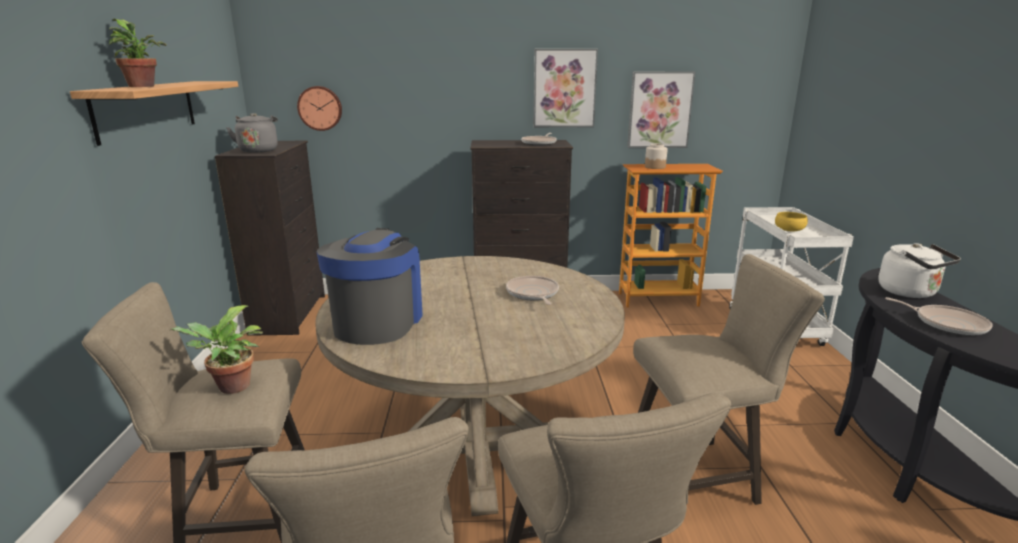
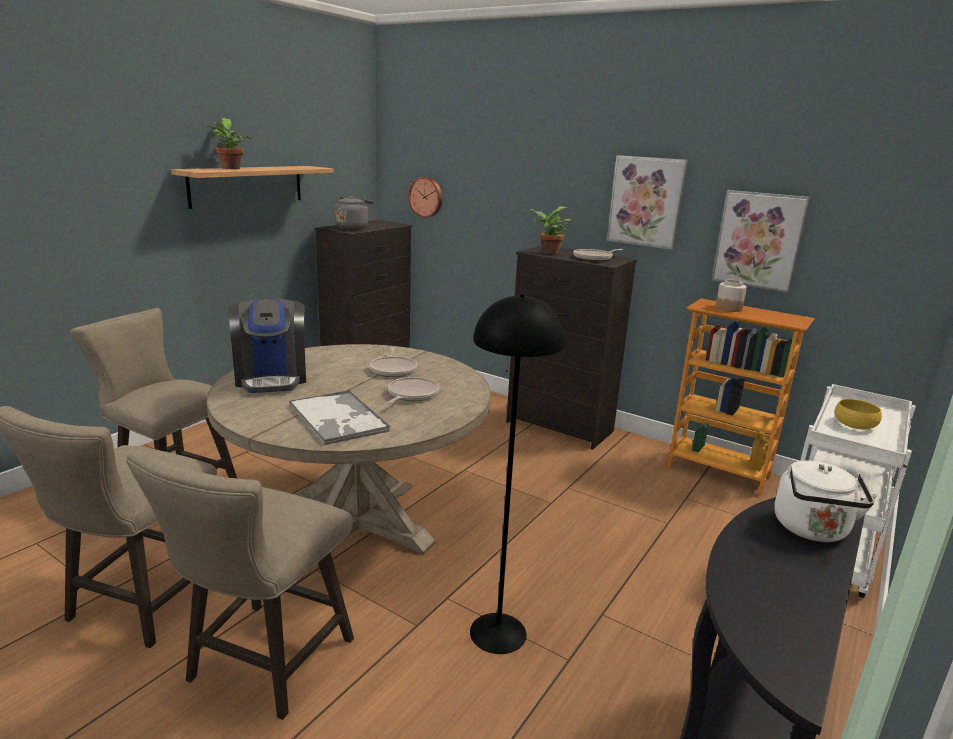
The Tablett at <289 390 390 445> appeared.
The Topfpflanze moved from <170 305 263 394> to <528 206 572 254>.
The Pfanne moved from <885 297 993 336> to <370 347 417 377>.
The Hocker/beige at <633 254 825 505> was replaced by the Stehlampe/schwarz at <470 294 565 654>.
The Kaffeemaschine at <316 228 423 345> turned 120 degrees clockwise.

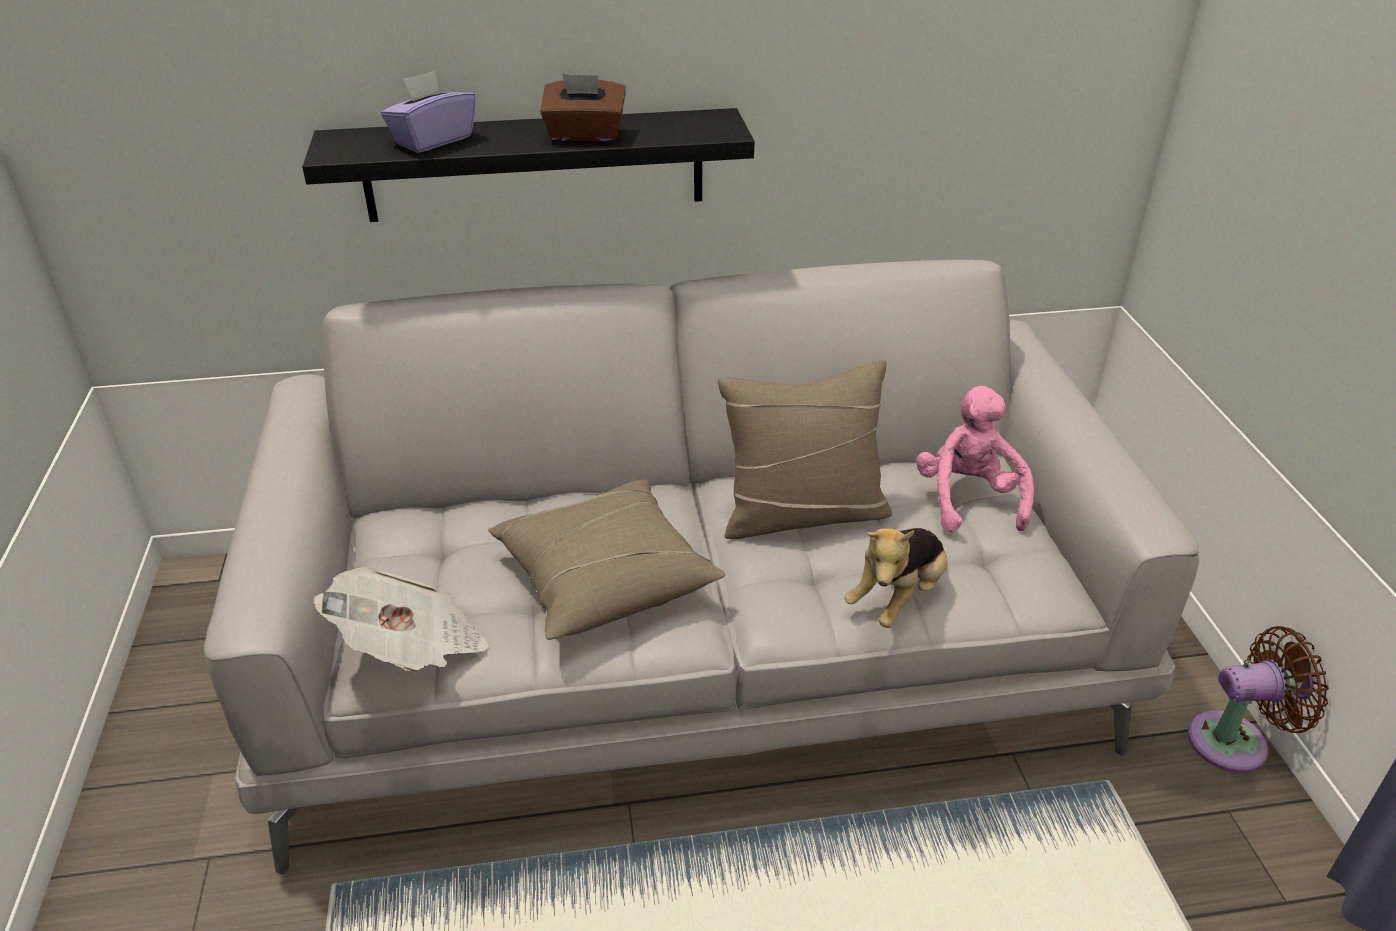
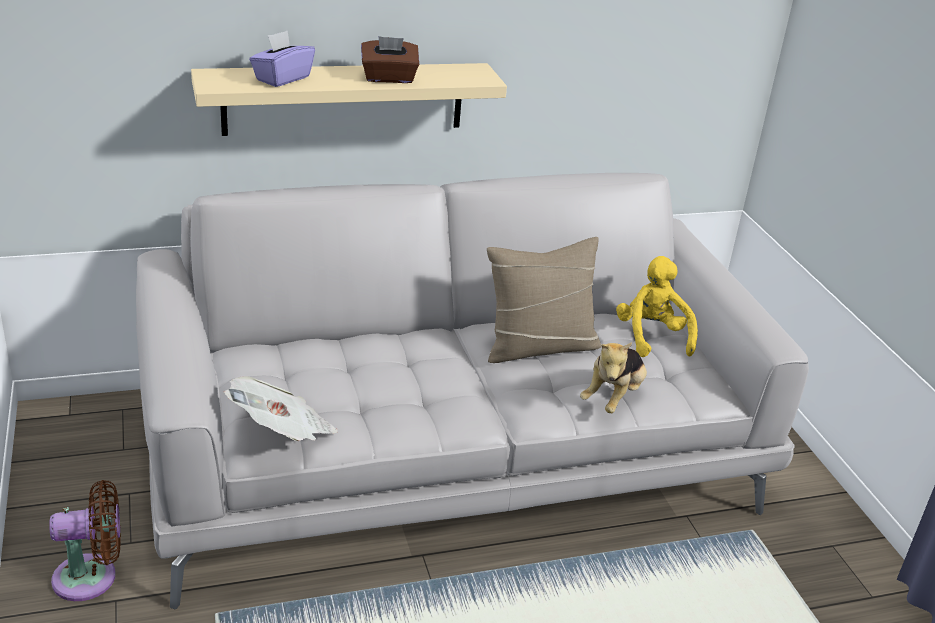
The Kissen/beige at <488 479 726 640> disappeared.
The Ventilator/braun moved from <1188 626 1329 773> to <49 480 121 601>.
The Wandregal/schwarz at <302 108 755 222> became the Wandregal/beige at <191 63 507 136>.
The Plüschtier/rosa at <916 386 1034 533> became the Plüschtier/gelb at <616 256 698 357>.

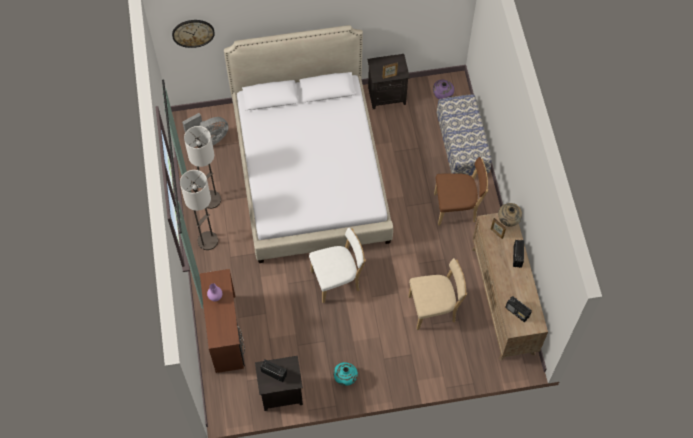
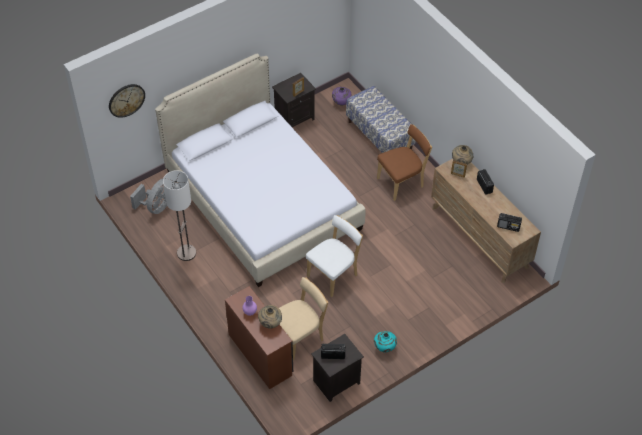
The Stehlampe at <180 170 218 250> disappeared.
The Vase/beige at <258 305 282 329> appeared.
The Stuhl/beige moved from <408 258 467 330> to <279 277 328 360>.

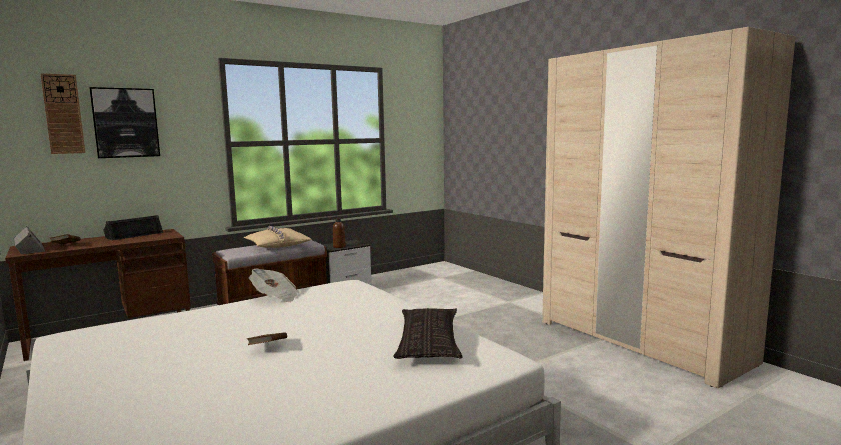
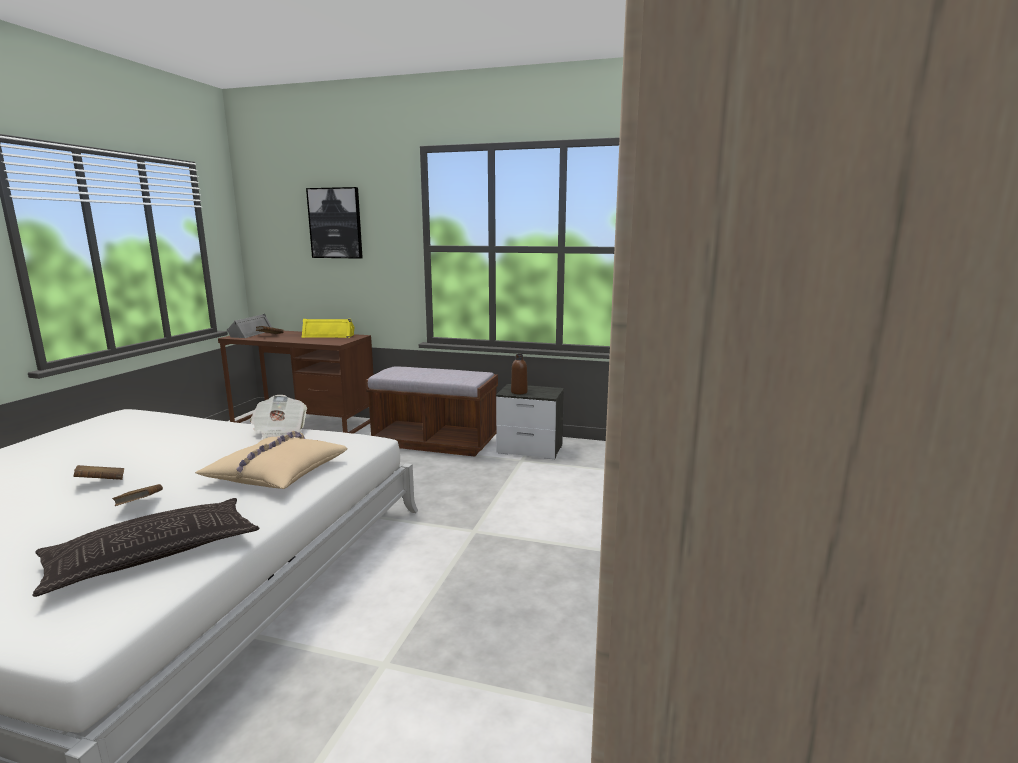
The Wanduhr at <40 73 85 154> disappeared.
The Buch/braun at <112 484 163 506> appeared.
The Kissen/beige moved from <243 226 312 248> to <195 431 348 489>.
The Lautsprecher/schwarz at <103 215 164 241> became the Lautsprecher/gelb at <301 319 355 338>.

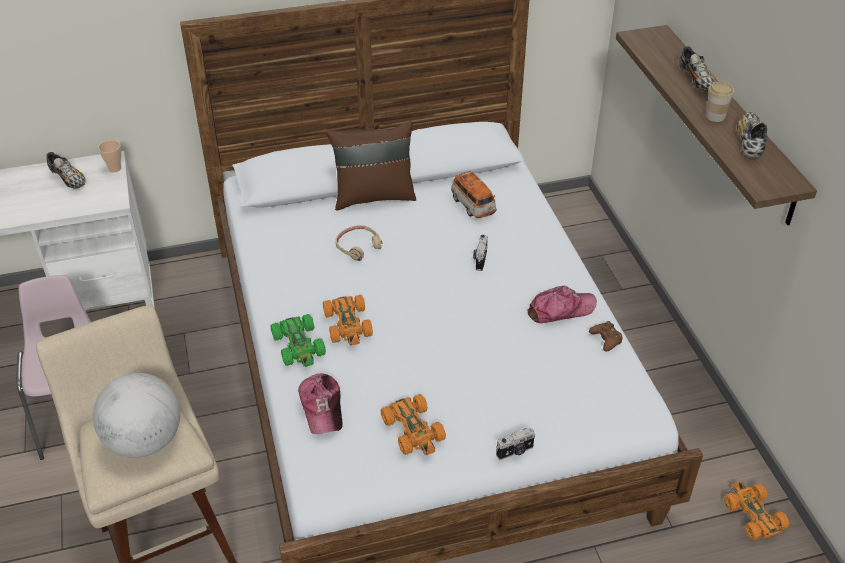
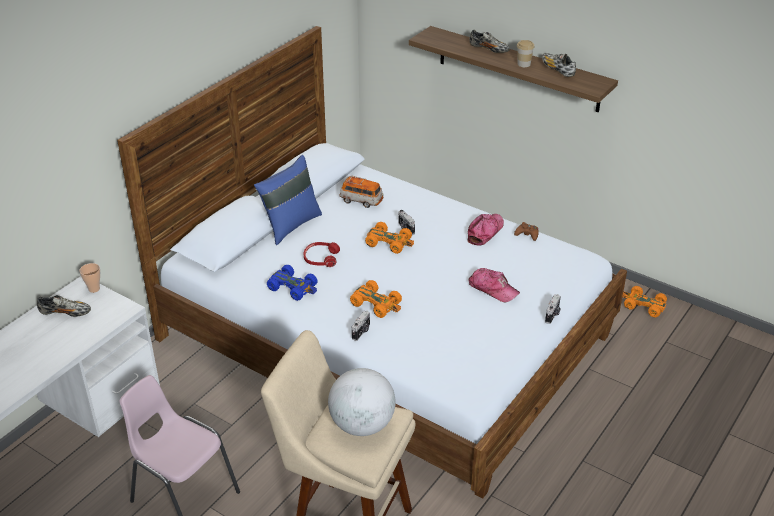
The Spielzeugauto/blau at <267 265 317 301> appeared.
The Kappe moved from <298 373 343 434> to <469 268 520 303>.
The Spielzeugauto/orange moved from <381 394 446 455> to <365 222 414 254>.
The Spielzeugauto/grün at <270 314 326 367> was replaced by the Kamera at <352 310 370 341>.
The Kissen/braun at <326 121 416 211> became the Kissen/blau at <254 155 322 245>.
The Kopfhörer/beige at <335 225 383 261> became the Kopfhörer/rot at <304 242 340 267>.

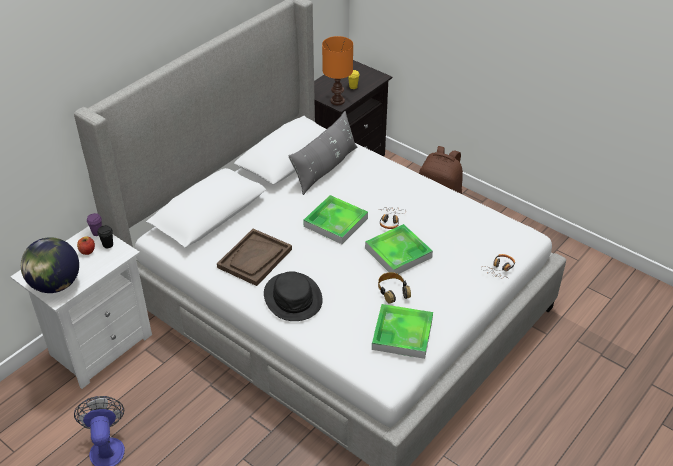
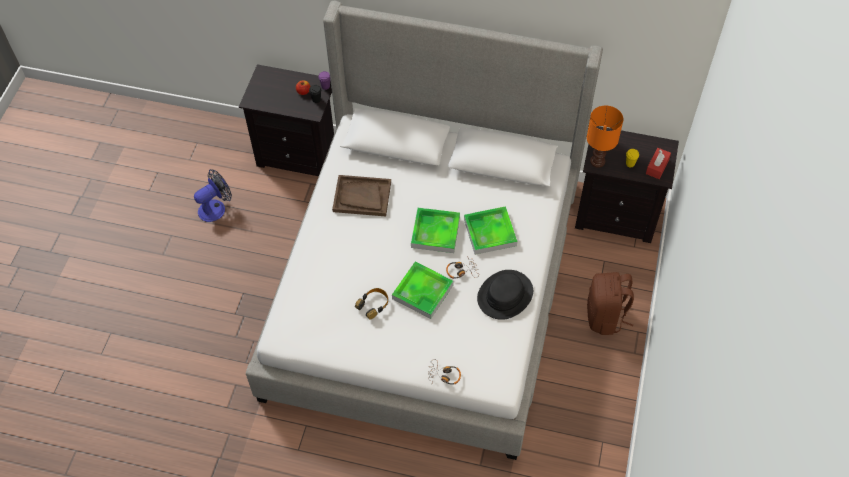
The Globus at <21 237 79 293> disappeared.
The Kissen/grau at <288 111 357 195> disappeared.
The Taschentuchbox/rot at <646 148 671 179> appeared.
The Hut/schwarz moved from <264 271 323 321> to <477 270 533 320>.
The Tablett moved from <372 304 433 359> to <464 206 517 255>.
The Nachttisch/weiß at <10 226 152 389> became the Nachttisch/schwarz at <239 64 334 176>.

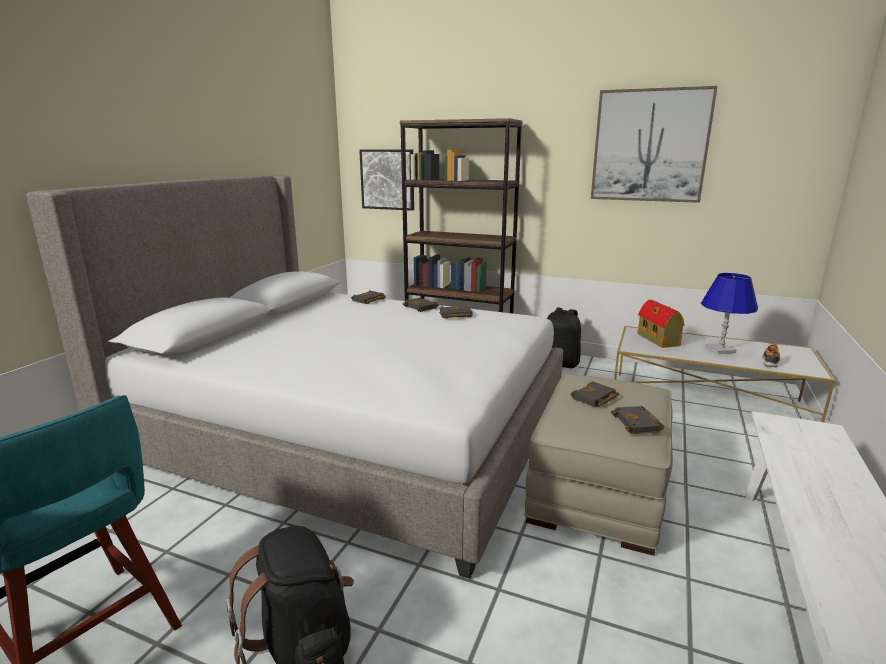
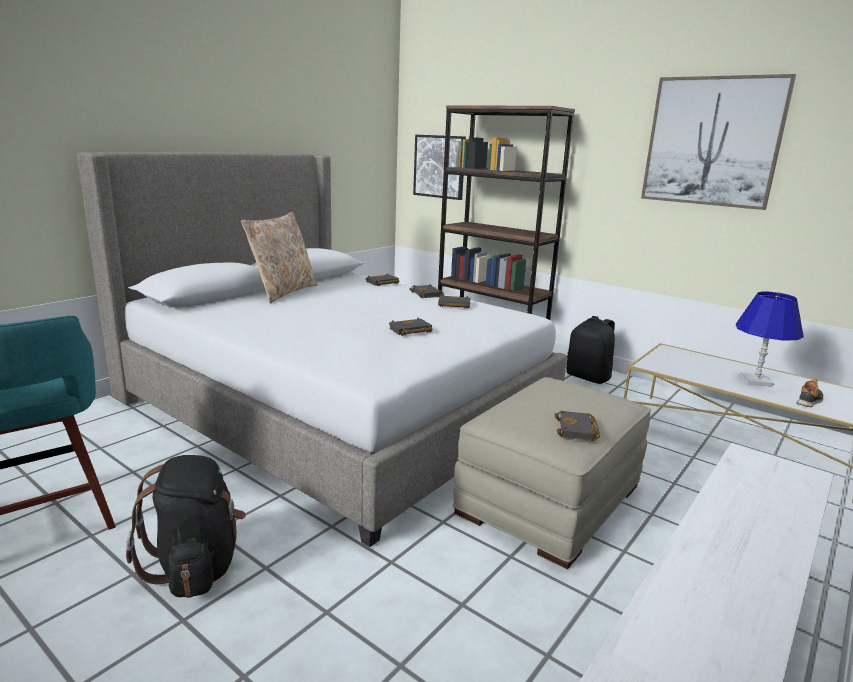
The Spielzeughaus at <637 300 685 348> disappeared.
The Kissen/beige at <241 212 318 303> appeared.
The Buch/schwarz moved from <570 381 619 407> to <389 317 433 336>.

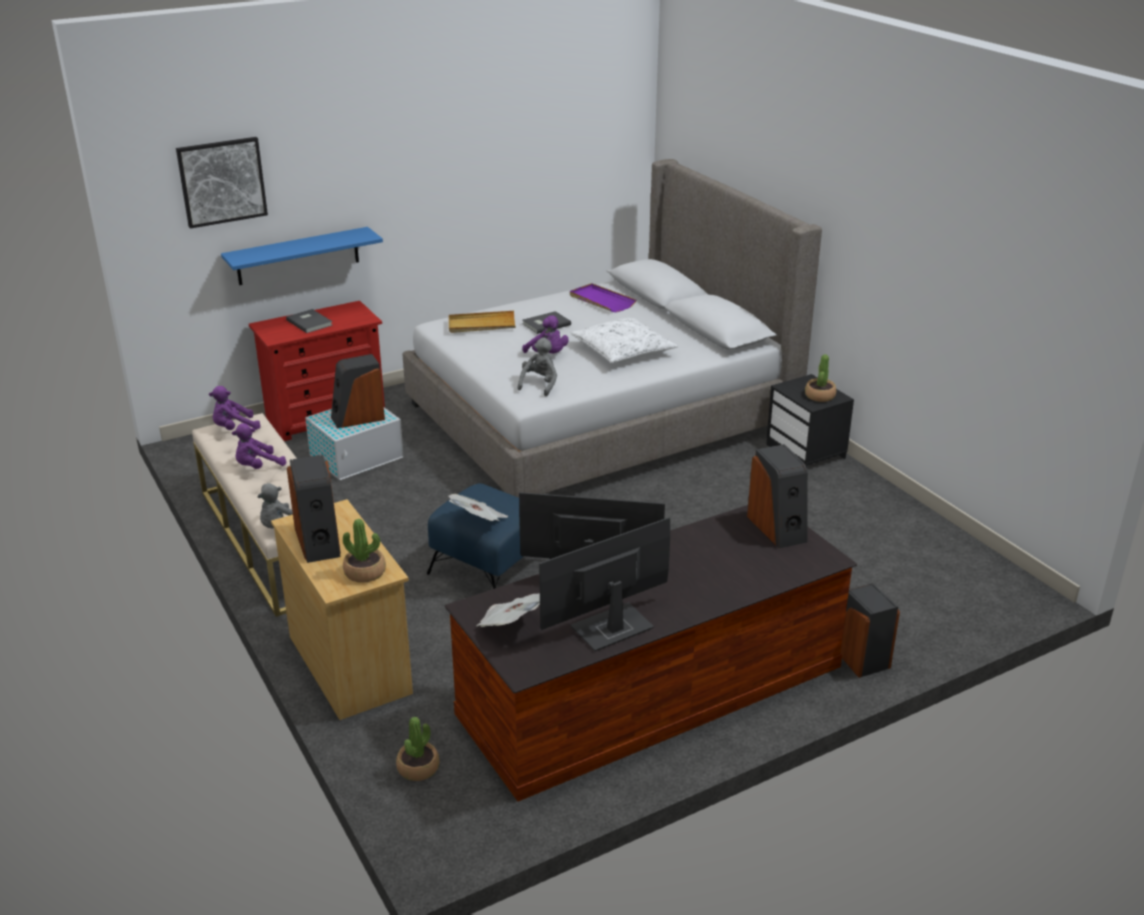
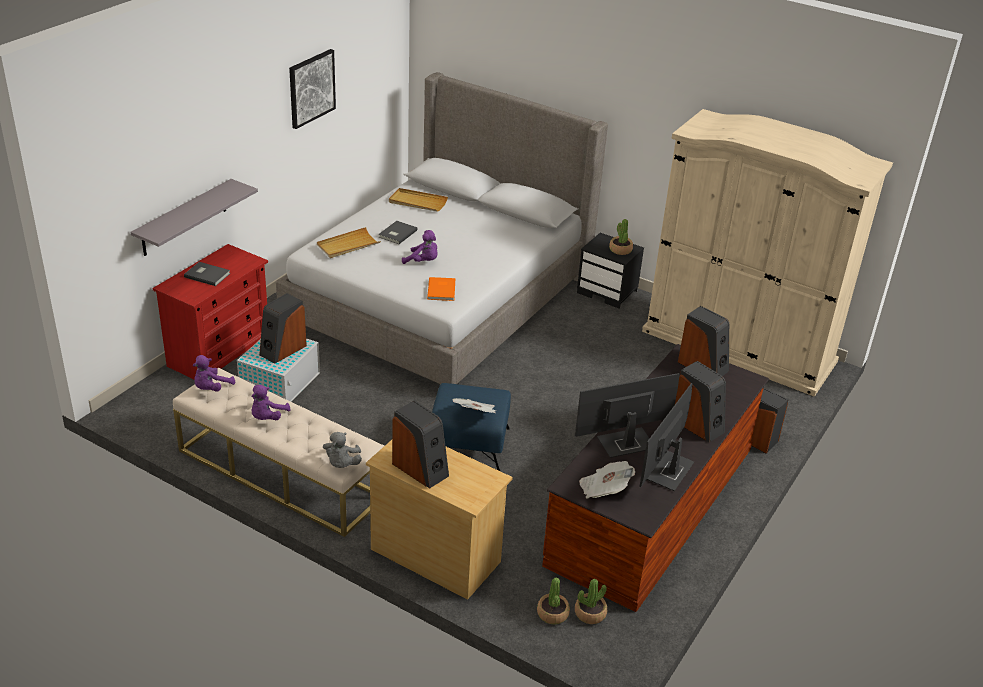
The Kissen/weiß at <571 318 678 363> disappeared.
The Kleiderschrank/beige at <642 109 893 397> appeared.
The Lautsprecher at <675 361 726 442> appeared.
The Bild moved from <176 137 268 229> to <289 49 336 129>.
The Topfpflanze moved from <343 519 386 583> to <575 579 607 624>.
The Plüschtier/grau at <517 337 557 396> was replaced by the Buch/orange at <427 277 456 301>.
The Wandregal/blau at <221 227 383 285> became the Wandregal/grau at <130 179 258 256>.
The Tablett/lila at <570 283 636 312> became the Tablett/beige at <389 188 448 212>.

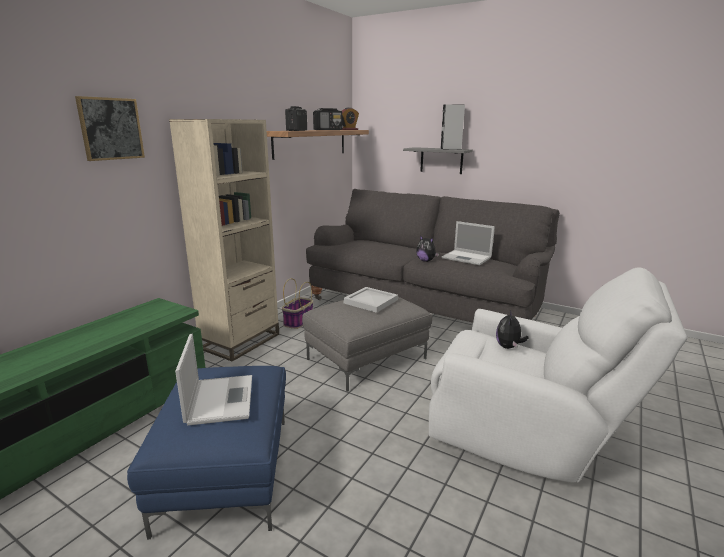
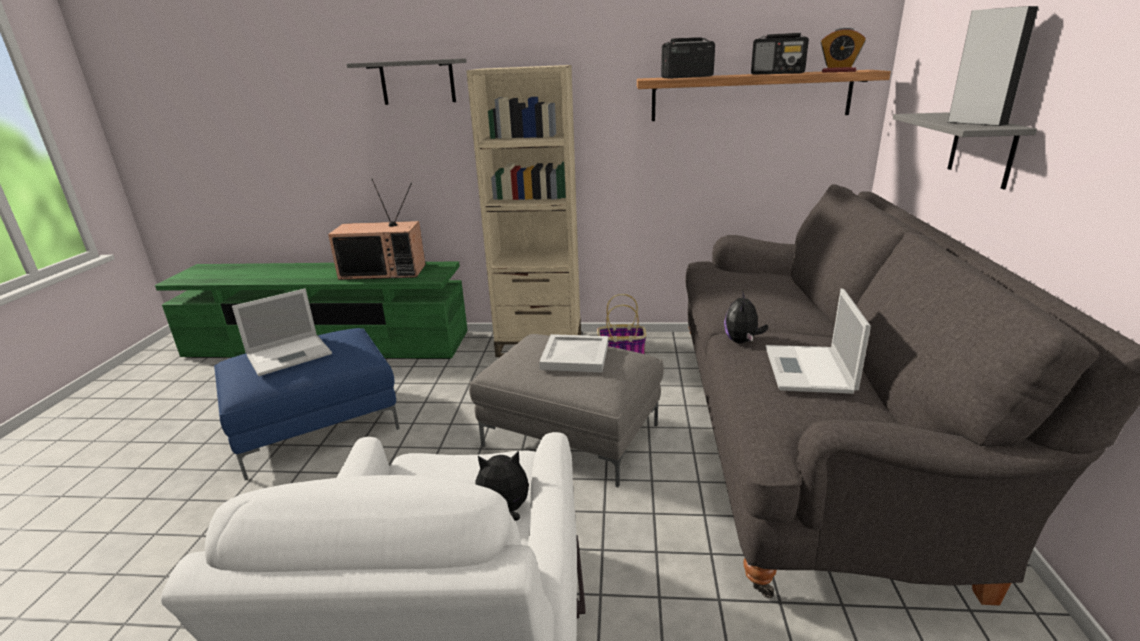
The Fernseher at <328 179 425 280> appeared.
The Bild at <75 96 145 161> was replaced by the Wandregal/grau at <347 58 466 105>.

